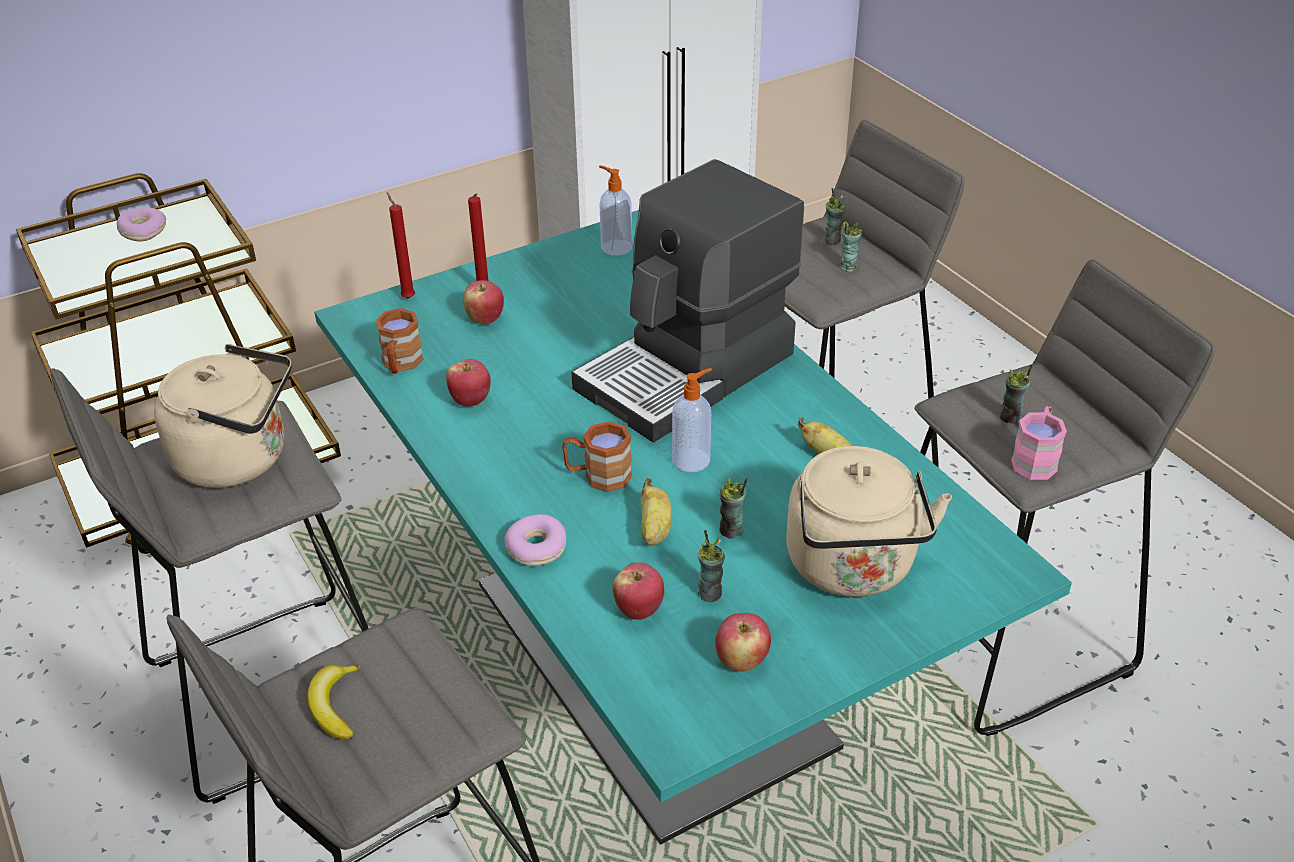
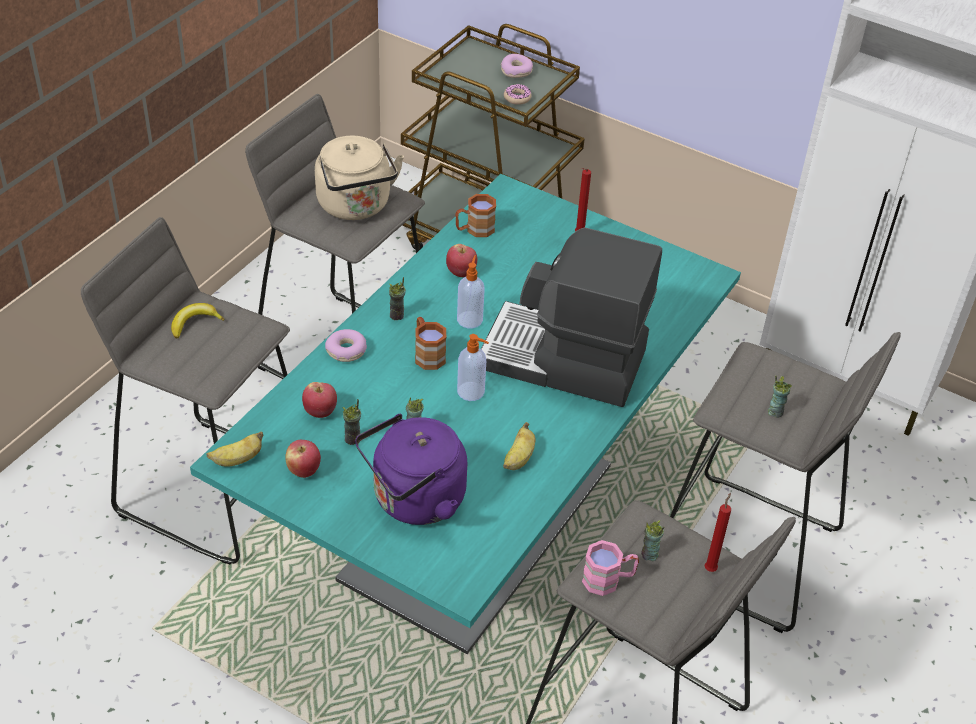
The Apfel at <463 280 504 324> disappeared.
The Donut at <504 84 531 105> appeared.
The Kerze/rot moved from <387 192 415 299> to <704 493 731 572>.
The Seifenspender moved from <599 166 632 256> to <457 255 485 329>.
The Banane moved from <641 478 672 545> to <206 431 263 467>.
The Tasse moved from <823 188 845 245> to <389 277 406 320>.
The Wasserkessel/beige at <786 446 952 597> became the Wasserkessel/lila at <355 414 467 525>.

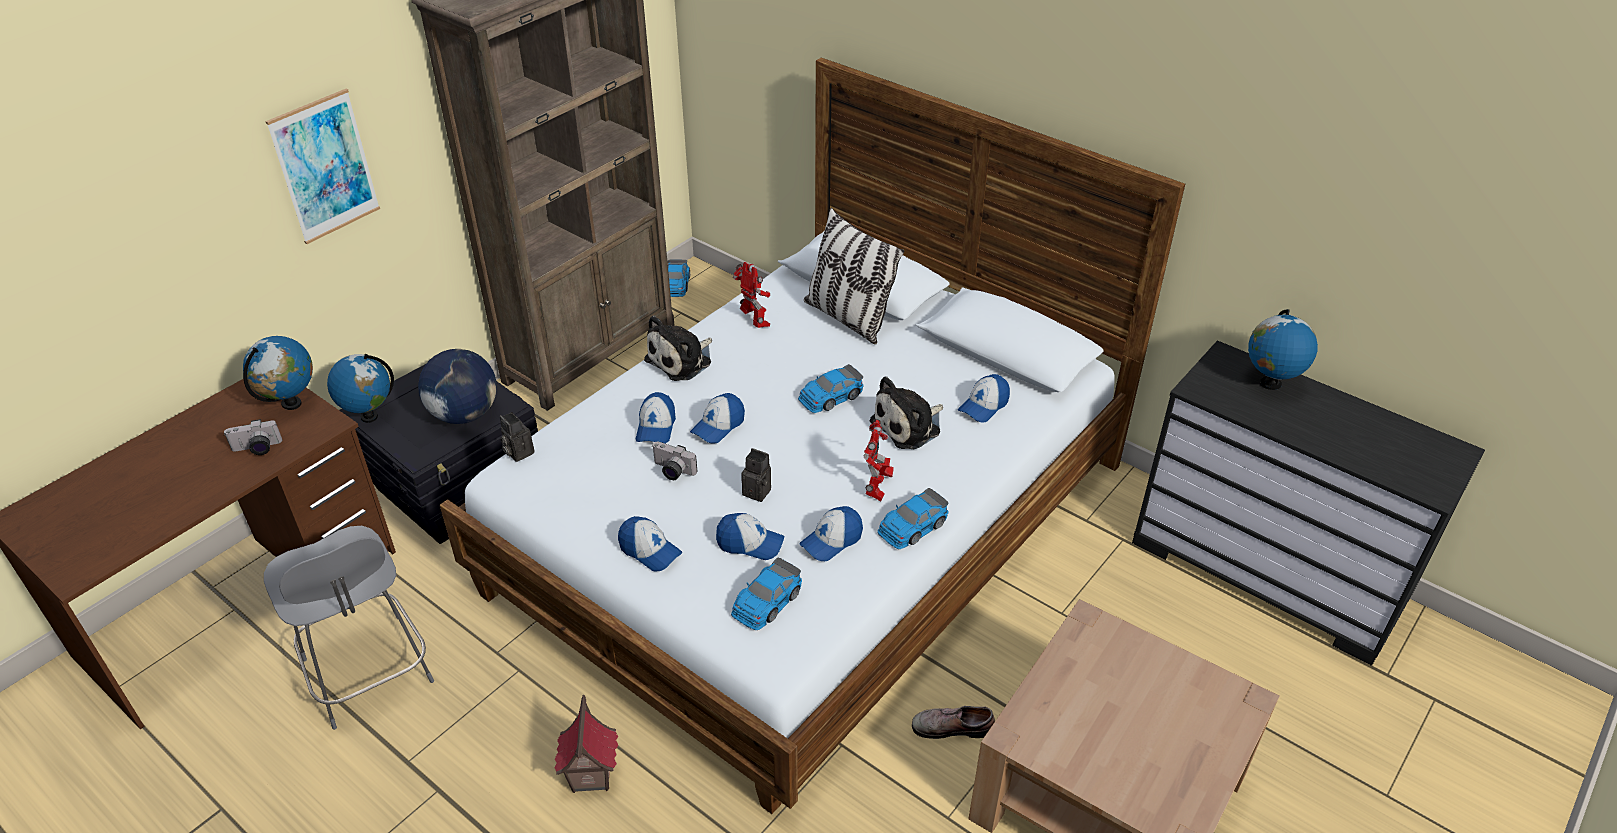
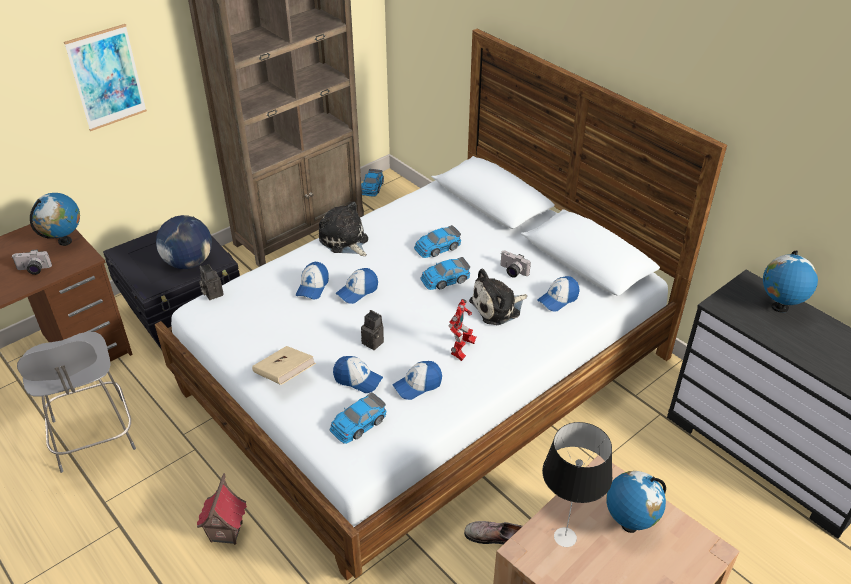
The Spielzeugroboter at <733 262 770 328> disappeared.
The Kissen at <804 208 904 344> disappeared.
The Tischlampe at <542 422 612 547> appeared.
The Globus moved from <327 354 394 423> to <606 471 666 533>.
The Kamera moved from <652 442 697 480> to <501 251 531 278>.
The Spielzeugauto moved from <877 488 949 549> to <414 225 461 258>.
The Kappe at <618 516 682 572> was replaced by the Buch/beige at <252 346 316 385>.
The Plüschtier at <644 316 712 381> turned 90 degrees clockwise.

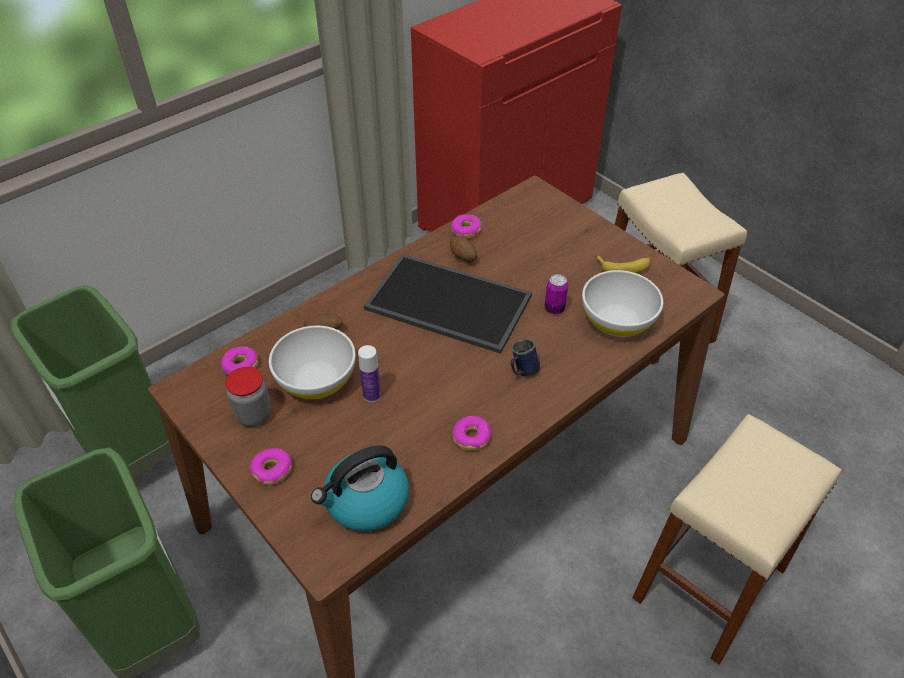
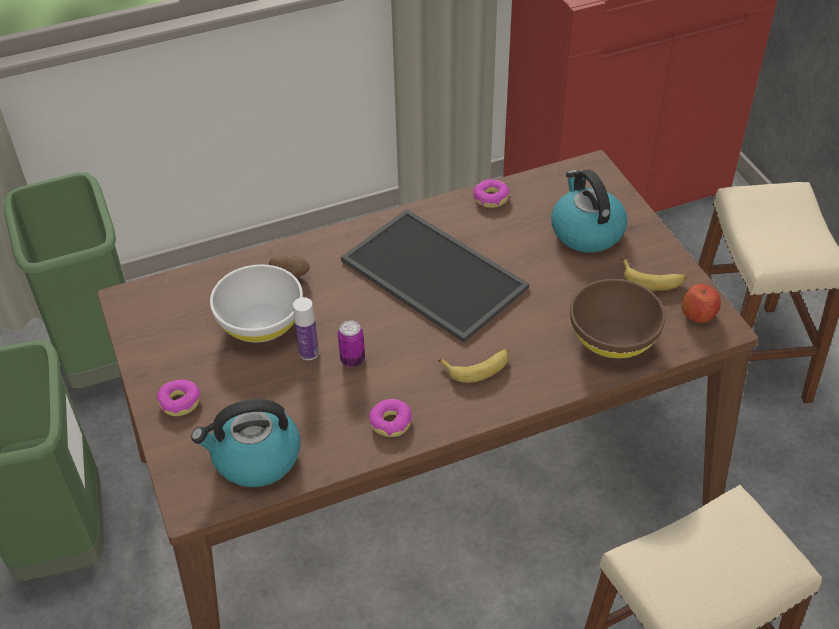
The Donut at <221 346 258 375> disappeared.
The Vorratsglas at <225 367 272 427> disappeared.
The Kartoffel at <450 236 477 263> disappeared.
The Wasserkessel at <551 170 627 253> appeared.
The Apfel at <681 284 721 323> appeared.
The Dose moved from <545 274 568 314> to <338 320 365 367>.
The Henkelbecher/blau at <510 339 540 376> was replaced by the Banane at <438 349 509 383>.
The Schüssel/weiß at <582 270 663 337> became the Schüssel/braun at <570 279 665 359>.

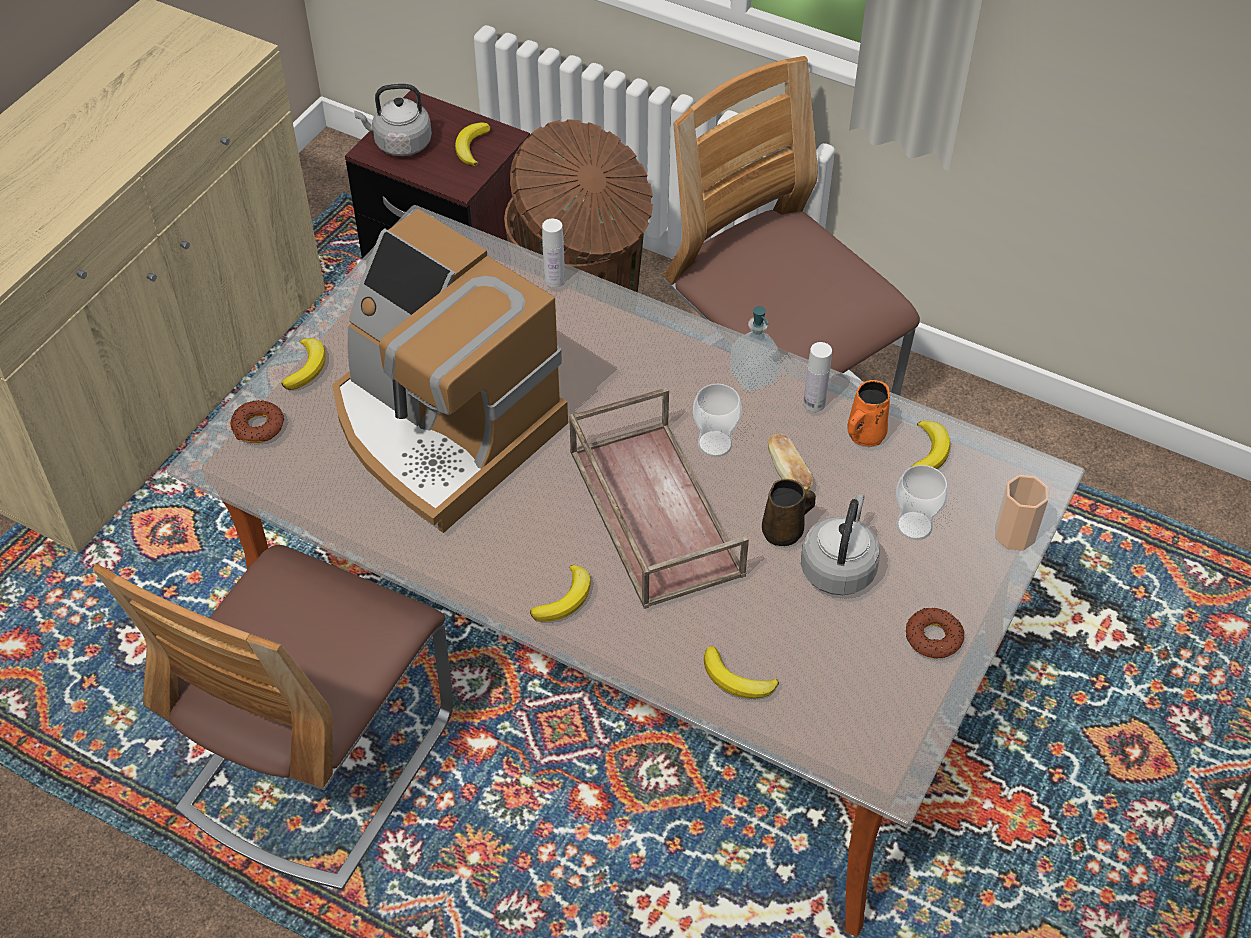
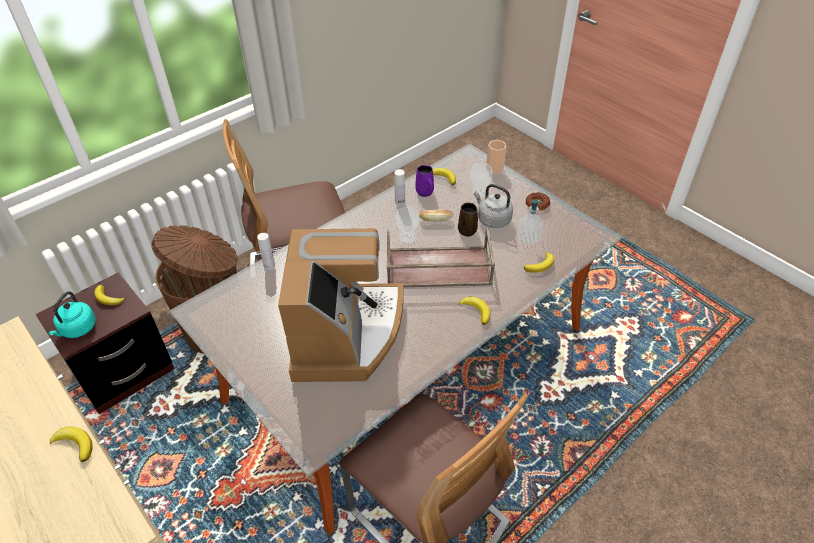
The Donut at <230 400 284 443> disappeared.
The Banane moved from <281 338 325 390> to <50 427 93 462>.
The Seifenspender moved from <730 306 781 392> to <518 199 543 244>.
The Wasserkessel/grau at <354 84 432 156> became the Wasserkessel/türkis at <48 291 96 338>.
The Henkelbecher/orange at <847 380 890 447> became the Henkelbecher/lila at <415 165 434 197>.
The Kaffeemaschine at <332 209 568 533> turned 60 degrees counterclockwise.

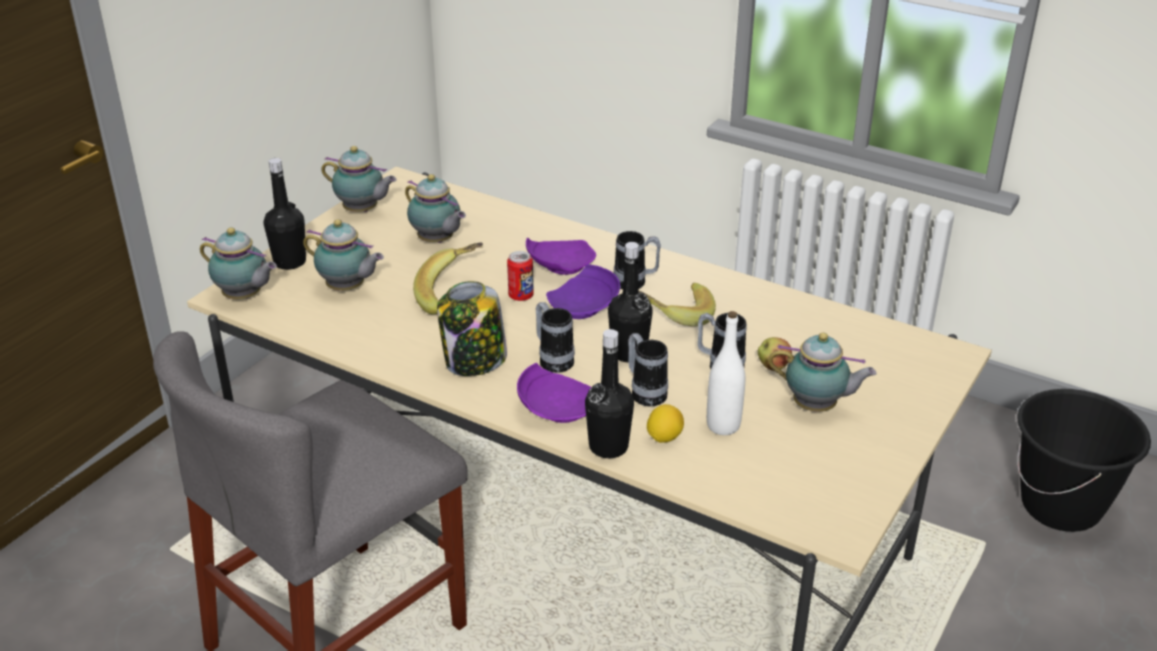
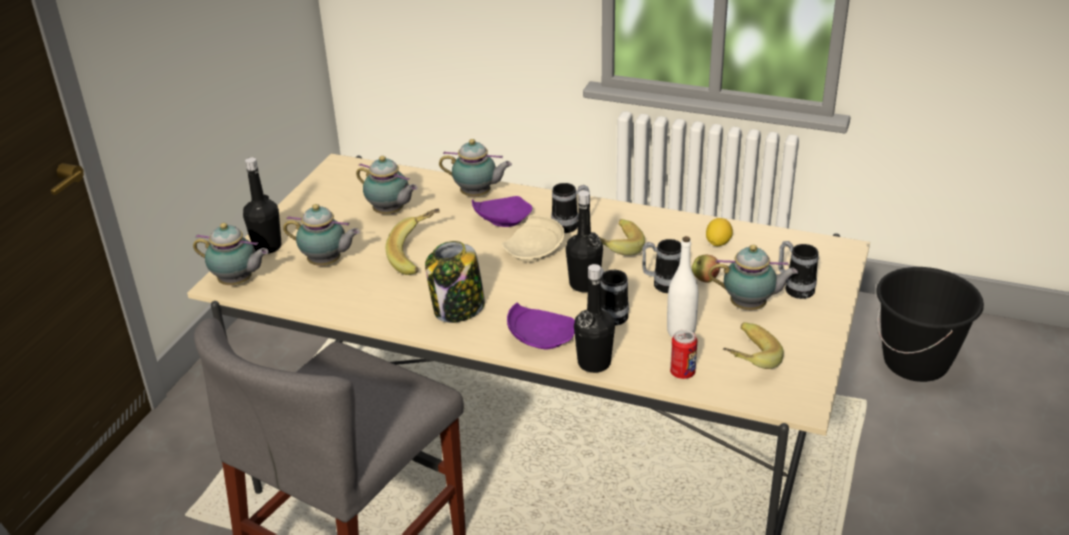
The Banane at <722 322 784 369> appeared.
The Teekanne moved from <321 146 396 212> to <439 139 512 196>.
The Dose moved from <507 251 534 301> to <670 330 697 379>.
The Henkelbecher moved from <536 302 575 373> to <778 241 819 299>.
The Zitrone moved from <647 404 684 443> to <706 218 733 247>.
The Teller/lila at <546 264 620 319> became the Teller/beige at <502 215 564 263>.

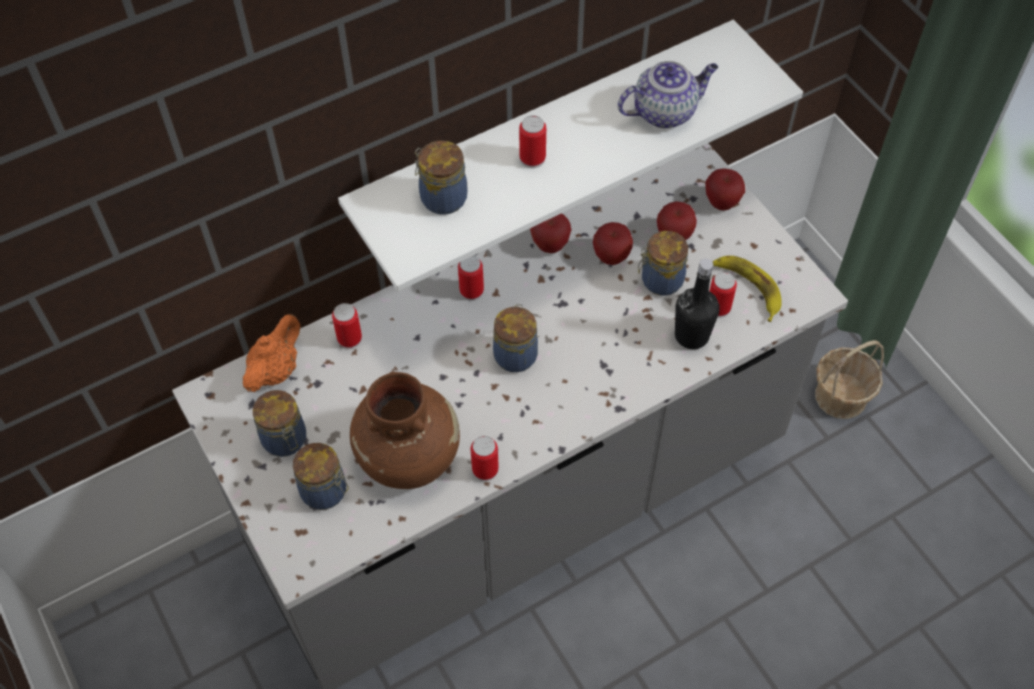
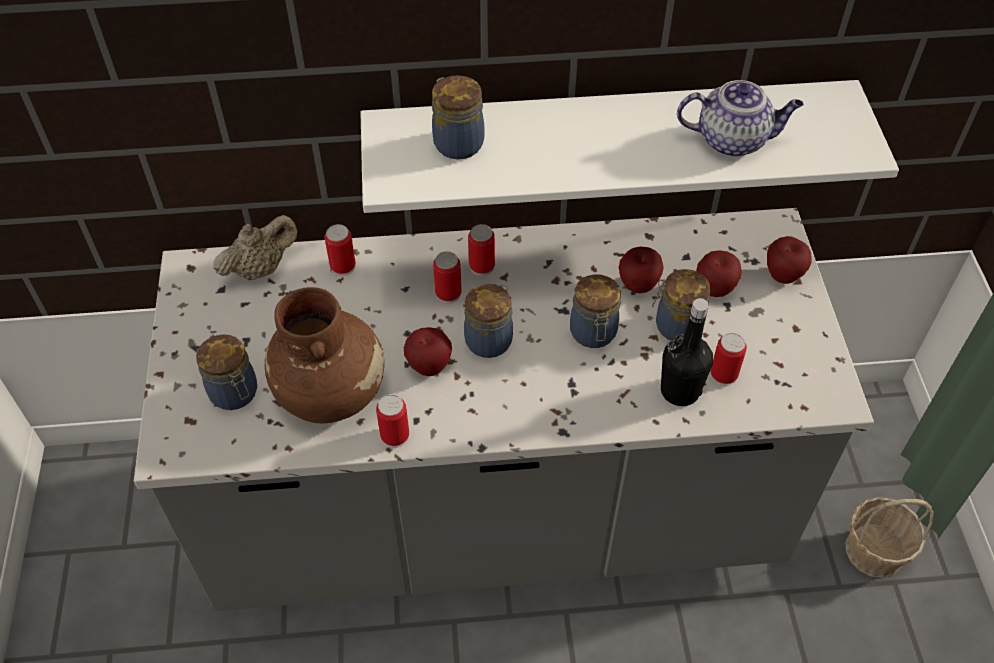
The Banane at <713 256 782 322> disappeared.
The Vorratsglas moved from <253 390 306 457> to <570 274 621 348>.
The Dose moved from <519 115 546 168> to <433 251 462 303>.
The Apfel moved from <530 214 571 253> to <404 327 452 376>.
The Teekanne/orange at <243 314 301 392> became the Teekanne/beige at <213 215 297 281>.

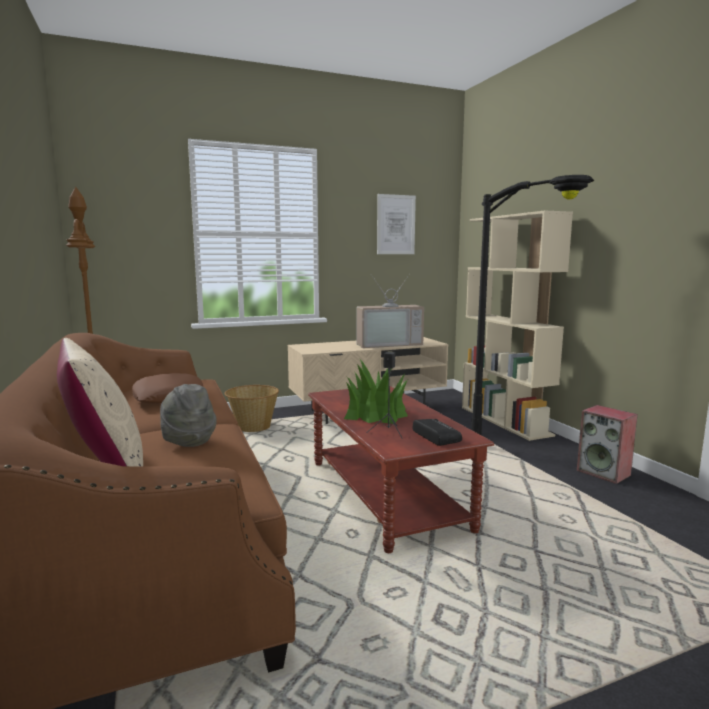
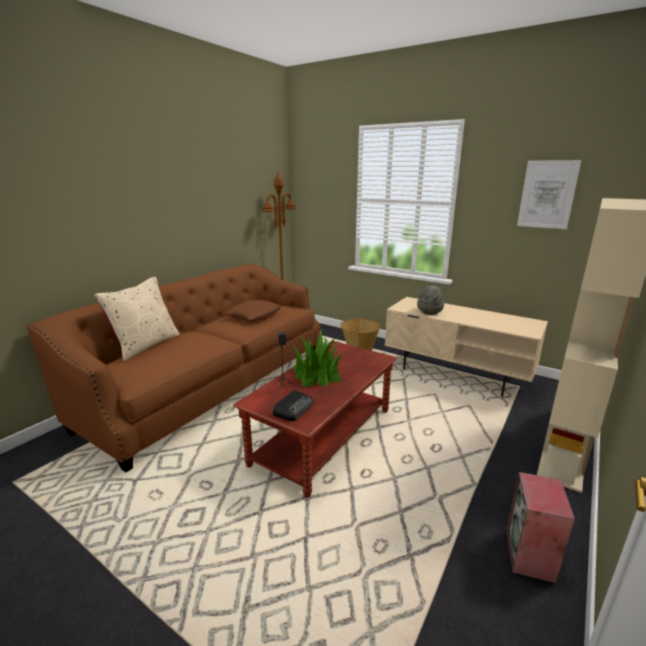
The Fernseher at <356 275 424 348> disappeared.
The Stehlampe/schwarz at <471 175 594 435> disappeared.
The Hut/grau moved from <160 384 217 447> to <417 285 444 315>.

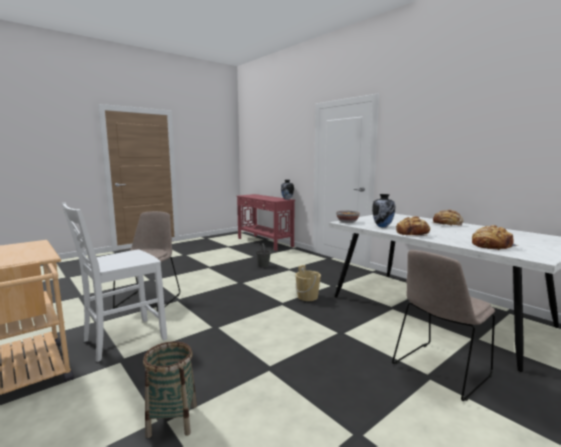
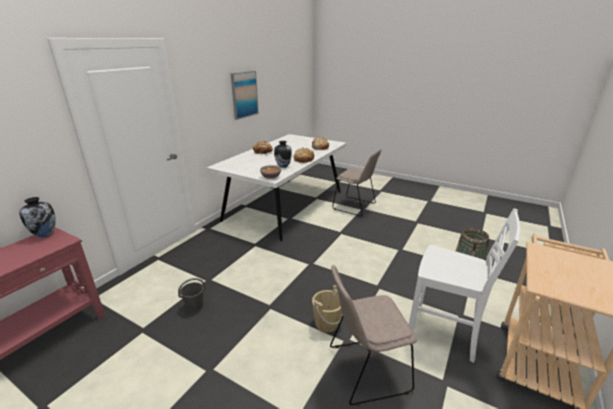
The Bild at <230 71 259 120> appeared.
The Eimer/beige moved from <295 265 321 301> to <312 285 343 332>.

